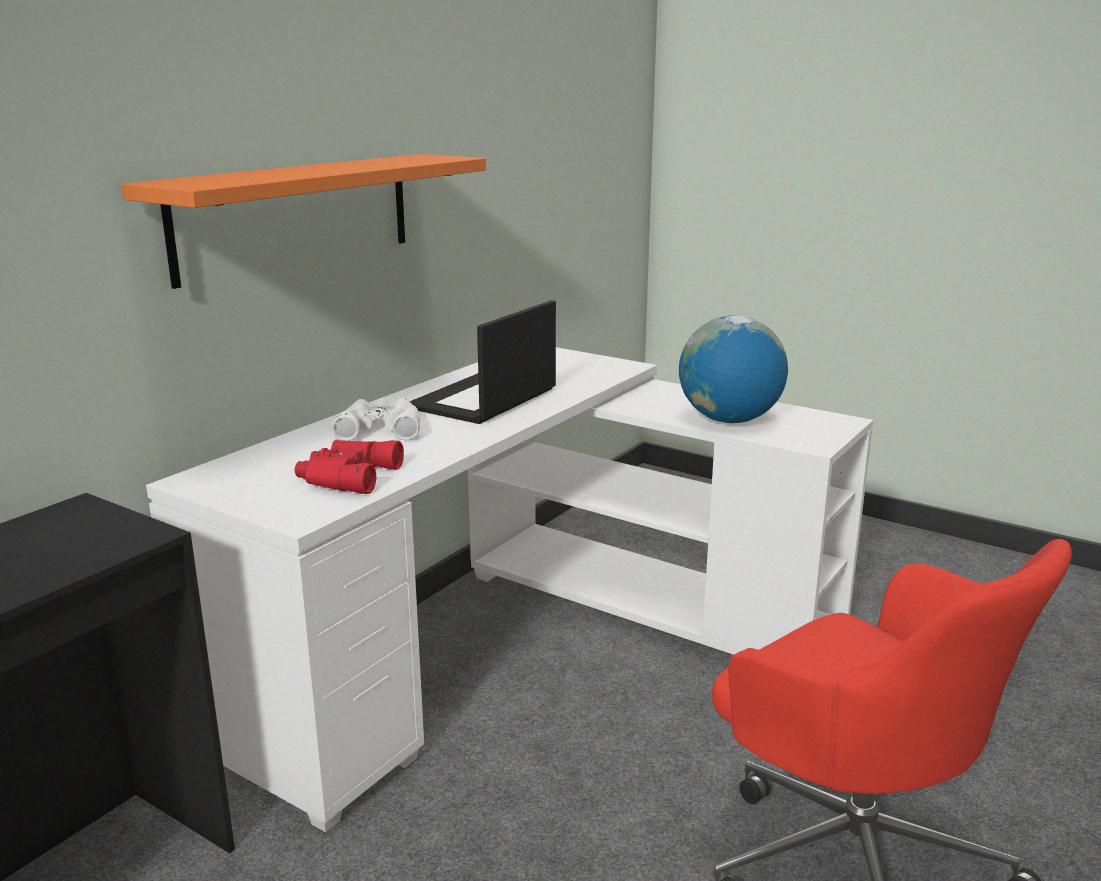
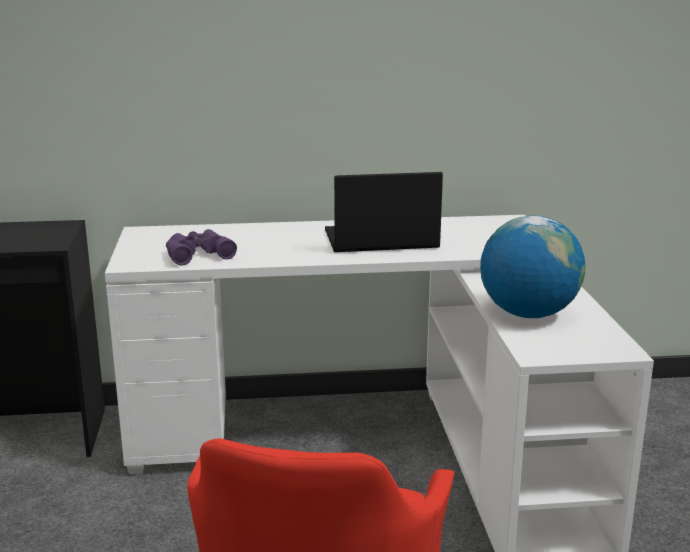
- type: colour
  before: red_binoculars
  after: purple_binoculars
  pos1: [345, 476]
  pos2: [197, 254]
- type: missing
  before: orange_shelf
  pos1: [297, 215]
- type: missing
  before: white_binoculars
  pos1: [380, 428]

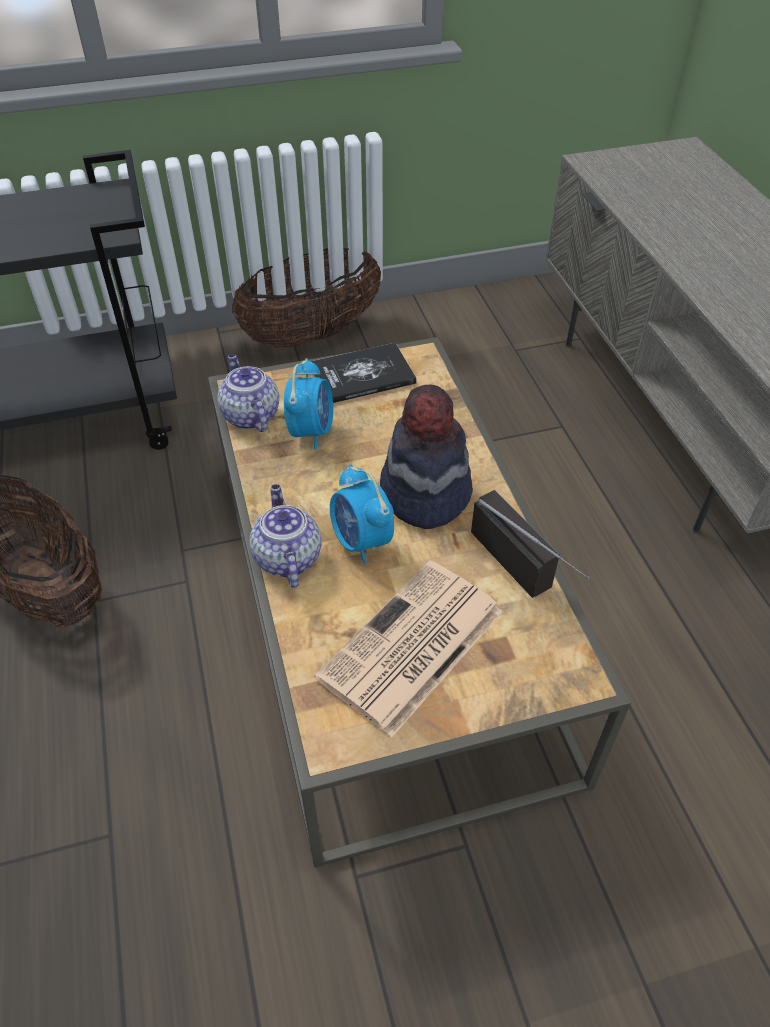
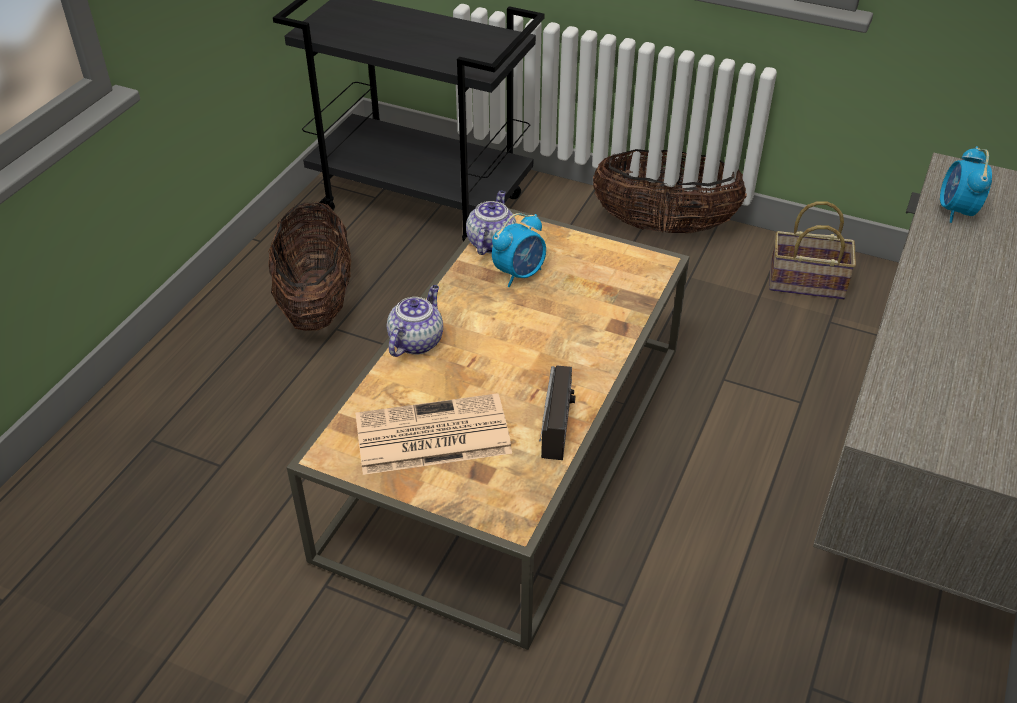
- type: appeared
  after: basket
  pos2: [804, 283]
- type: relocated
  before: alarm_clock
  pos1: [361, 541]
  pos2: [956, 211]
- type: missing
  before: book
  pos1: [362, 375]
- type: missing
  before: hat
  pos1: [424, 493]

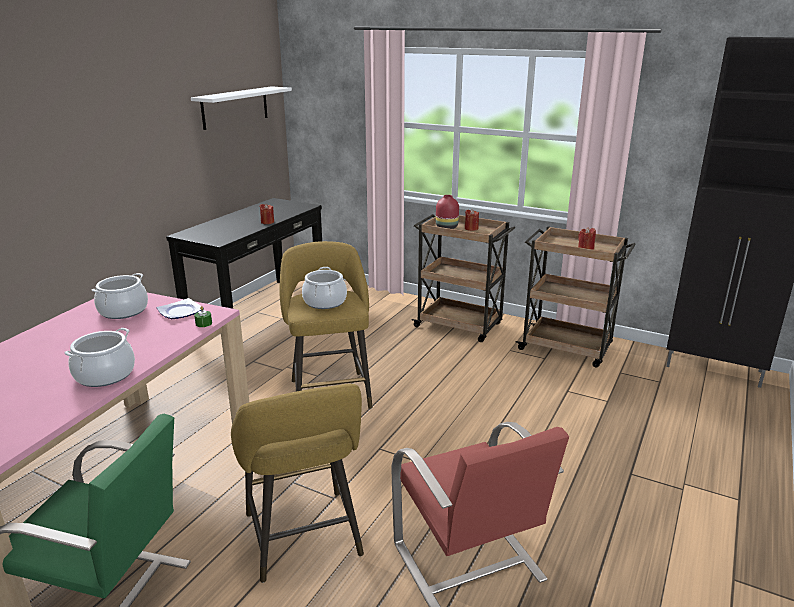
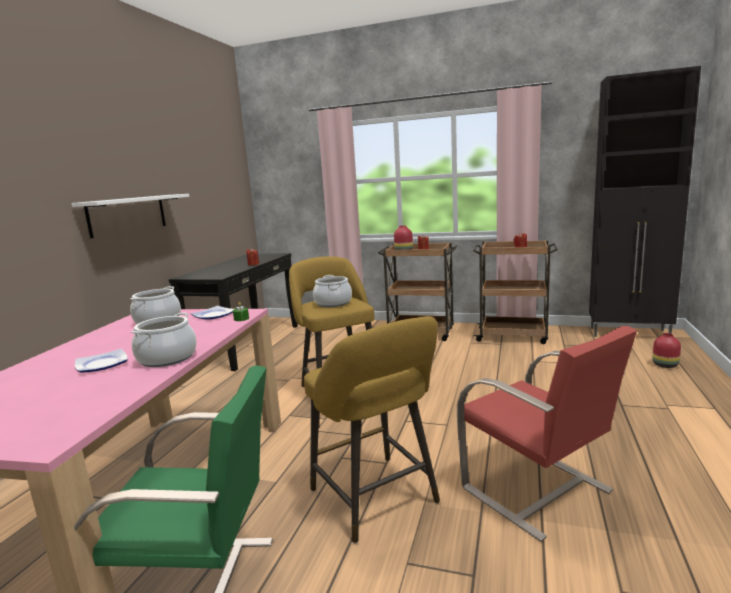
- type: relocated
  before: white_shelf
  pos1: [235, 107]
  pos2: [128, 215]
- type: appeared
  after: plate
  pos2: [103, 364]
- type: appeared
  after: red_vase
  pos2: [665, 365]

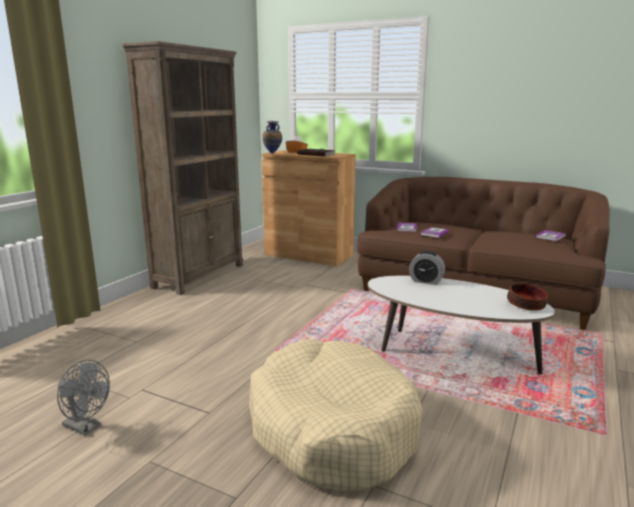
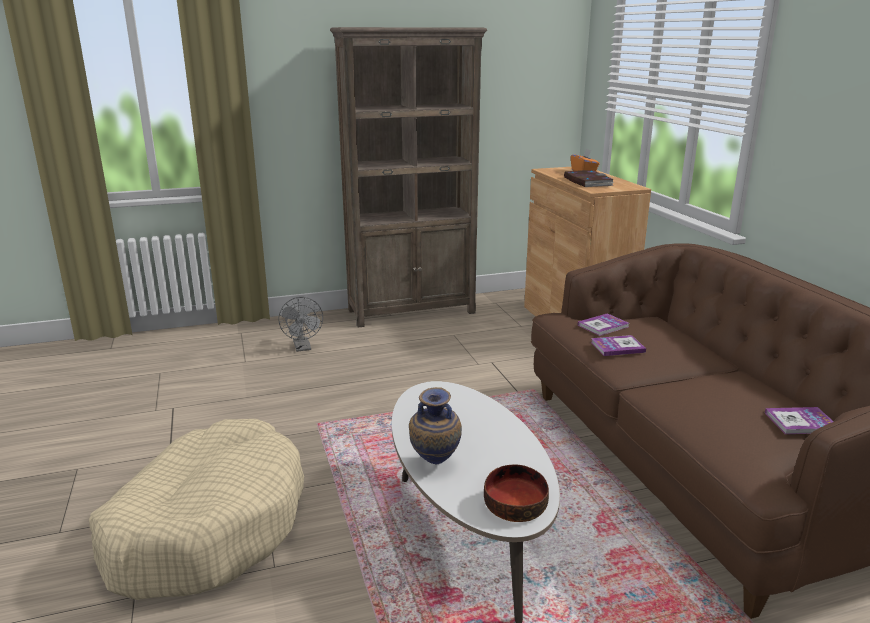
- type: relocated
  before: grey_fan
  pos1: [86, 427]
  pos2: [303, 348]
- type: relocated
  before: vase
  pos1: [272, 153]
  pos2: [434, 465]
- type: missing
  before: alarm_clock
  pos1: [426, 281]

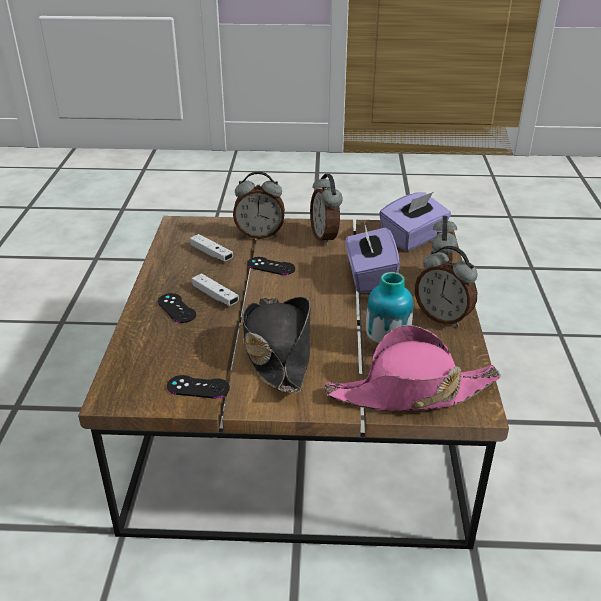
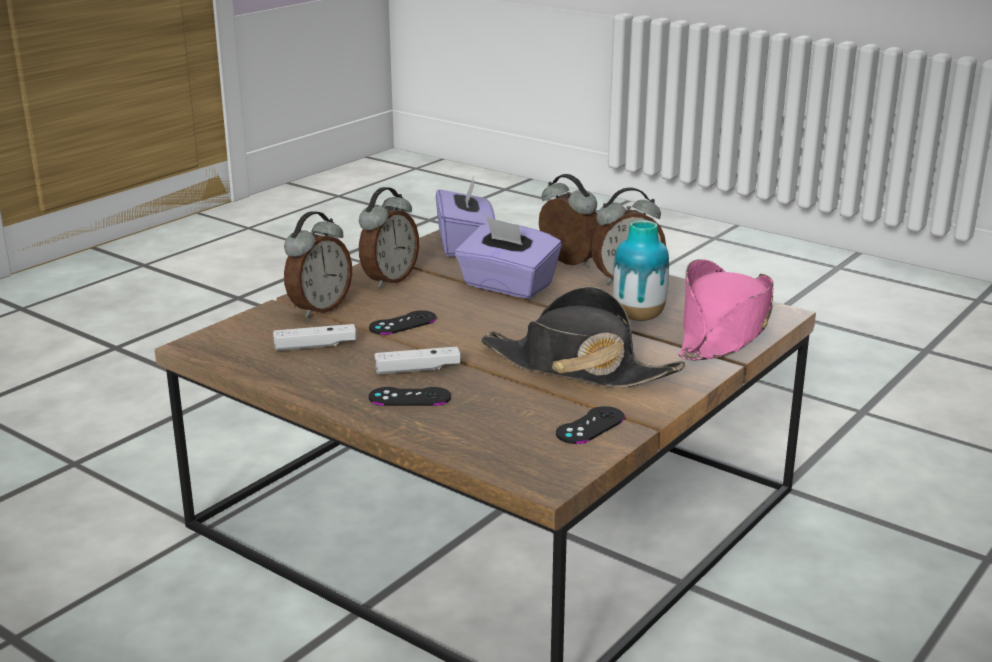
- type: spun
  before: alarm_clock
  pos1: [325, 237]
  pos2: [388, 280]
  turn: -75

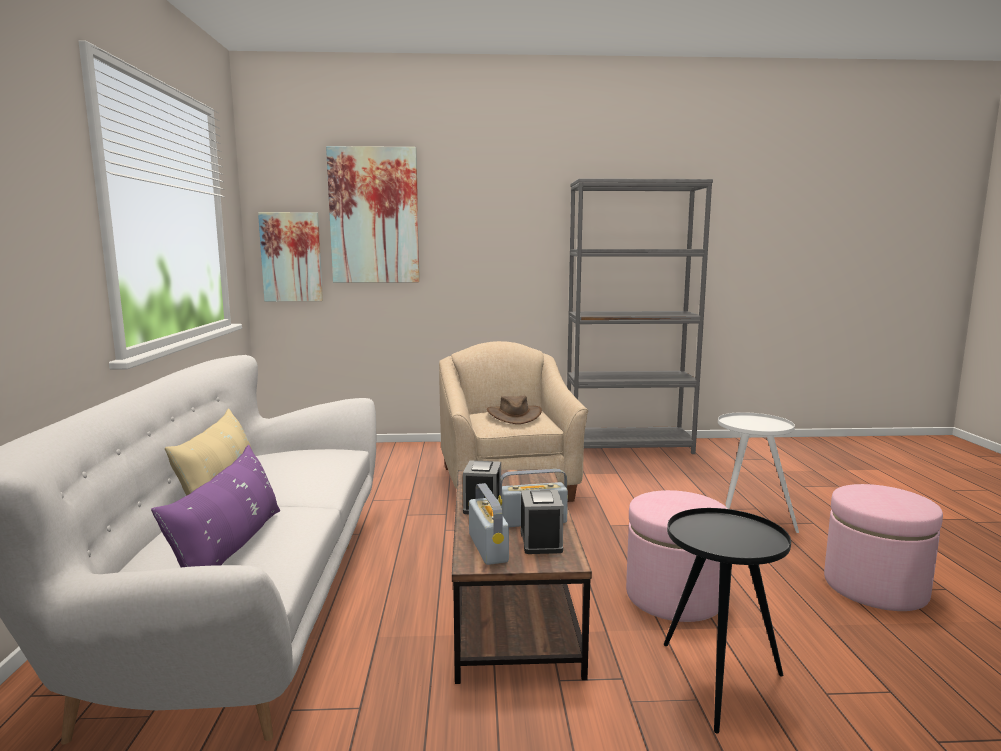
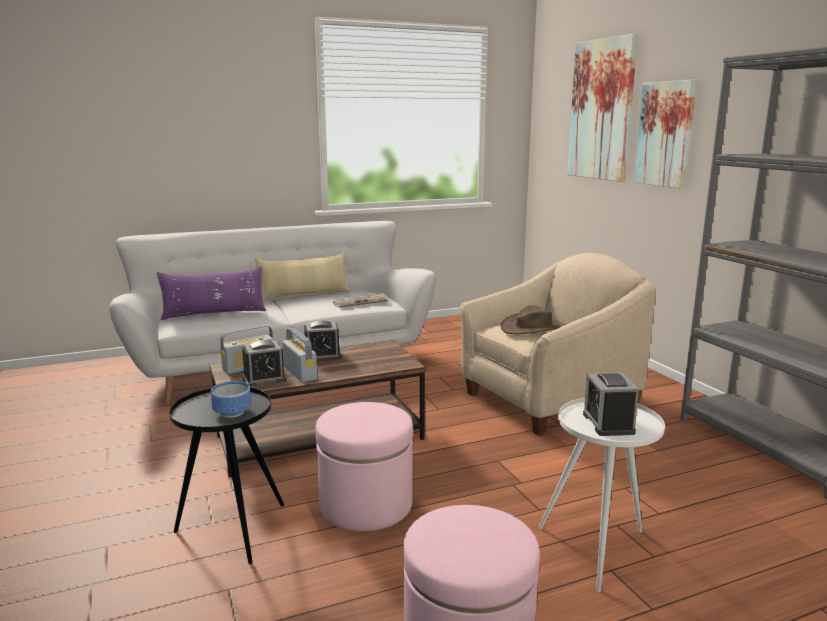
- type: appeared
  after: bowl
  pos2: [230, 413]
- type: appeared
  after: newspaper
  pos2: [361, 302]
- type: appeared
  after: alarm_clock
  pos2: [608, 423]
- type: relocated
  before: picture
  pos1: [291, 257]
  pos2: [665, 134]

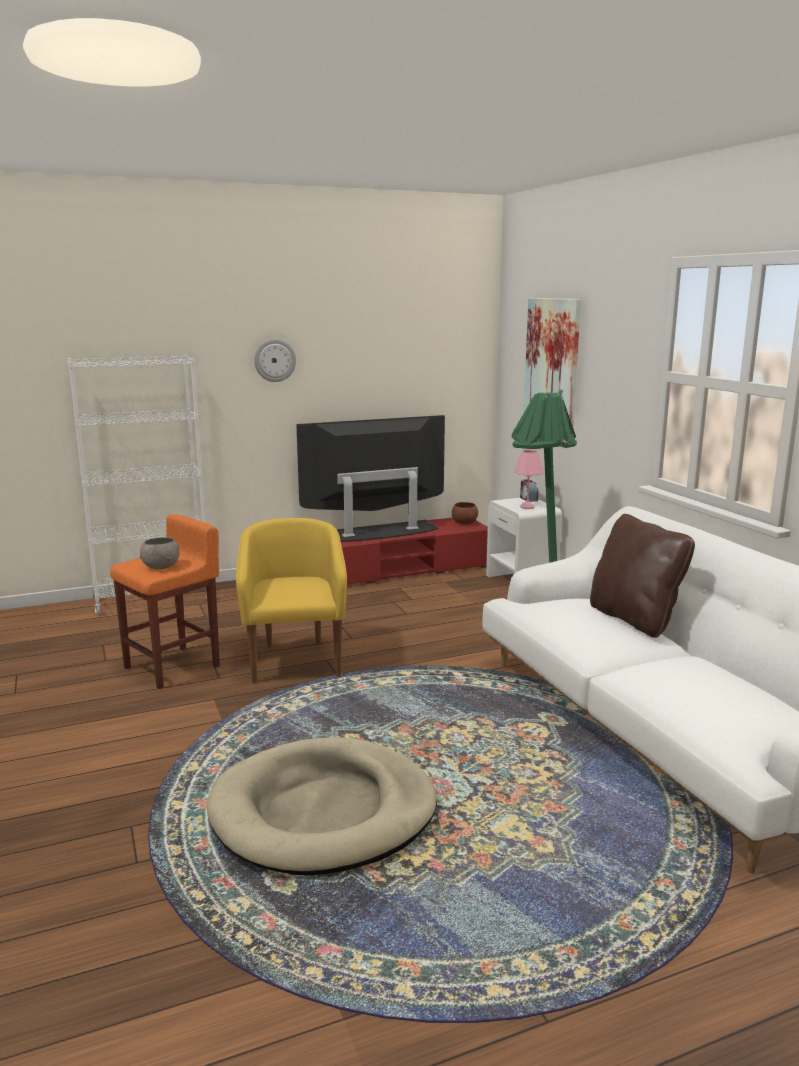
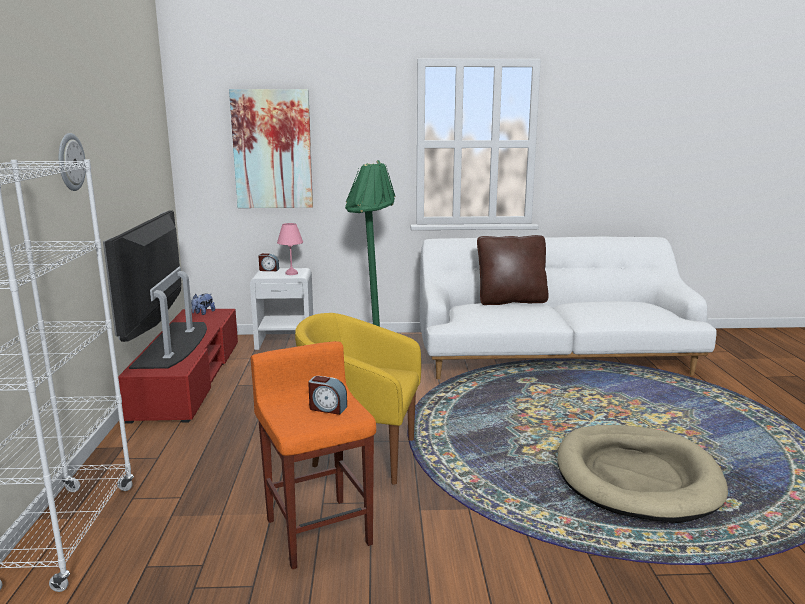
- type: exchanged
  before: brown_bowl
  after: plush_toy
  pos1: [464, 523]
  pos2: [203, 313]
- type: exchanged
  before: grey_bowl
  after: alarm_clock
  pos1: [162, 567]
  pos2: [327, 408]

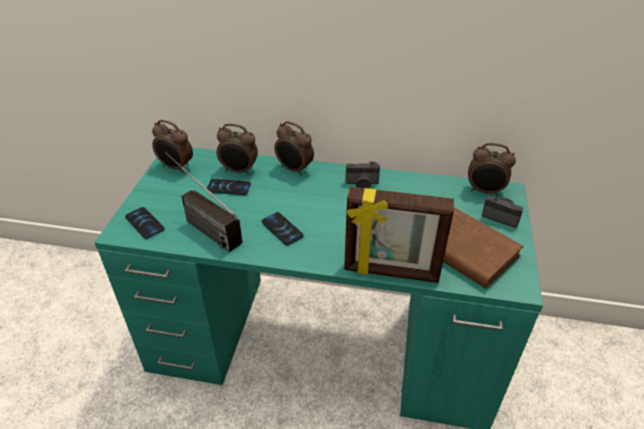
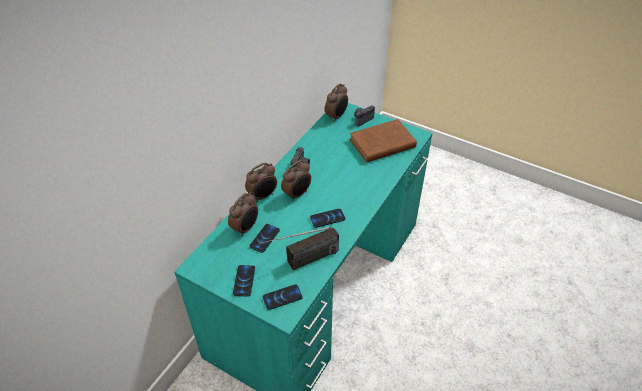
- type: appeared
  after: phone
  pos2: [244, 281]
- type: relocated
  before: alarm_clock
  pos1: [176, 167]
  pos2: [297, 194]
- type: missing
  before: picture_frame
  pos1: [391, 272]

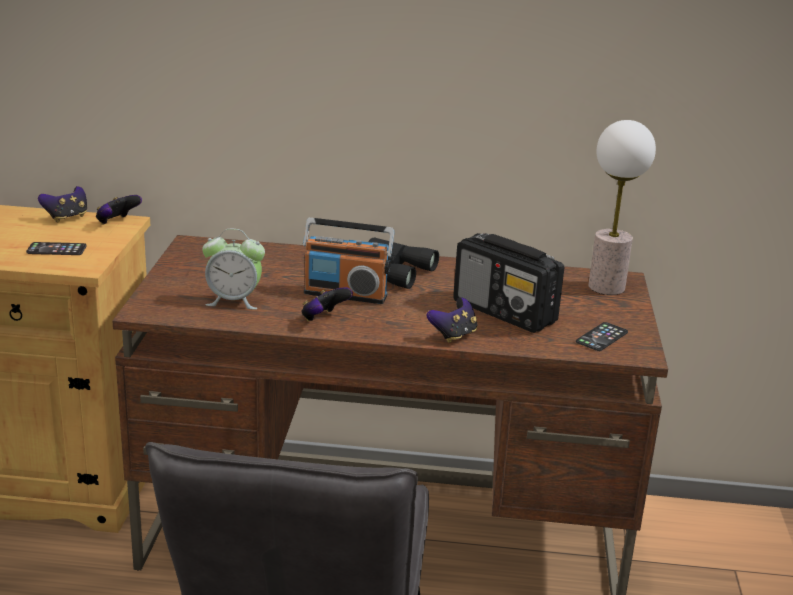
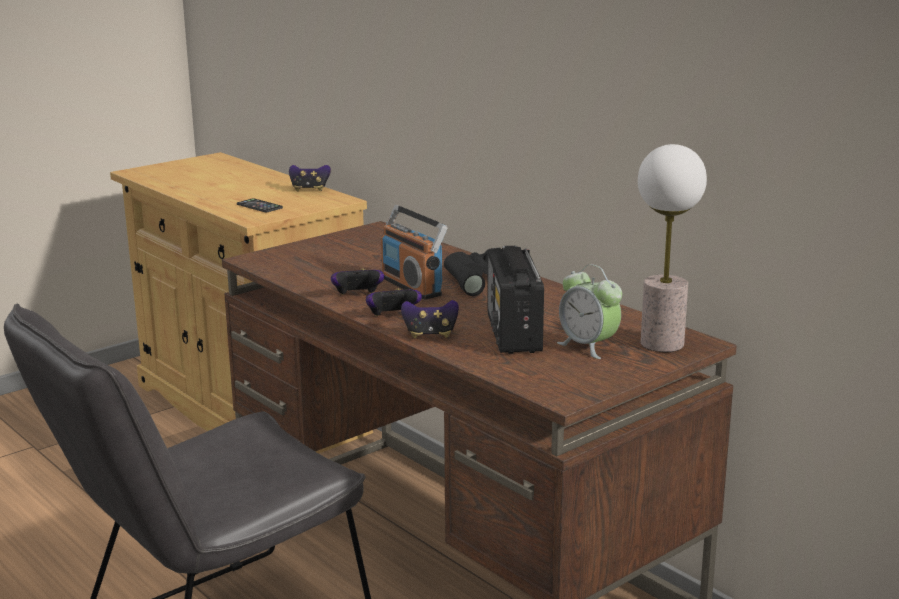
- type: relocated
  before: game_controller
  pos1: [117, 222]
  pos2: [393, 317]
- type: relocated
  before: alarm_clock
  pos1: [234, 301]
  pos2: [588, 346]
- type: missing
  before: phone
  pos1: [602, 337]

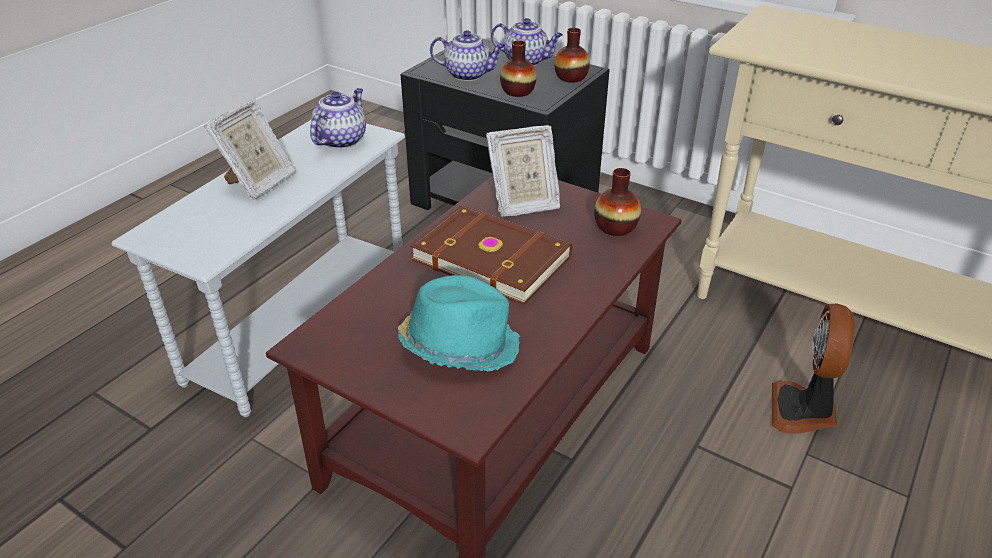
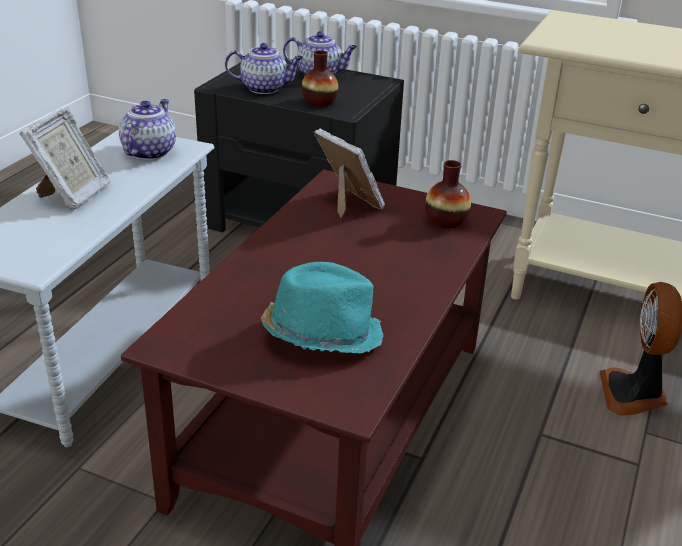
- type: spun
  before: picture_frame
  pos1: [523, 204]
  pos2: [349, 205]
  turn: -105
- type: missing
  before: brown_book
  pos1: [492, 256]
- type: missing
  before: vase
  pos1: [571, 77]

